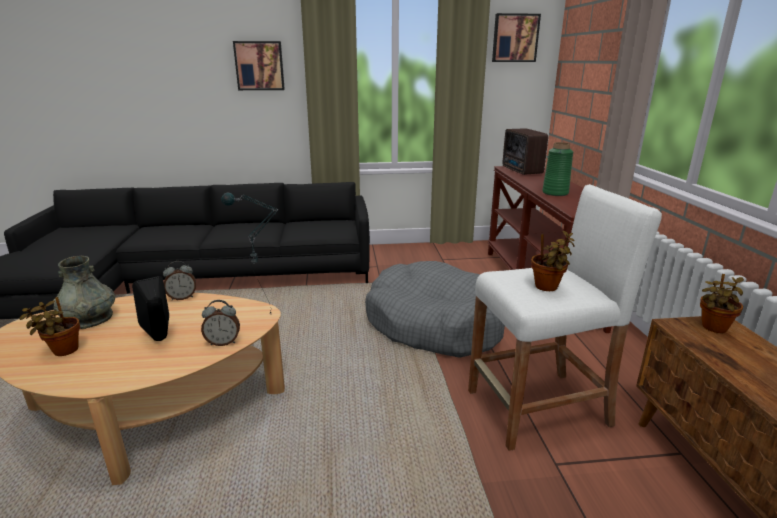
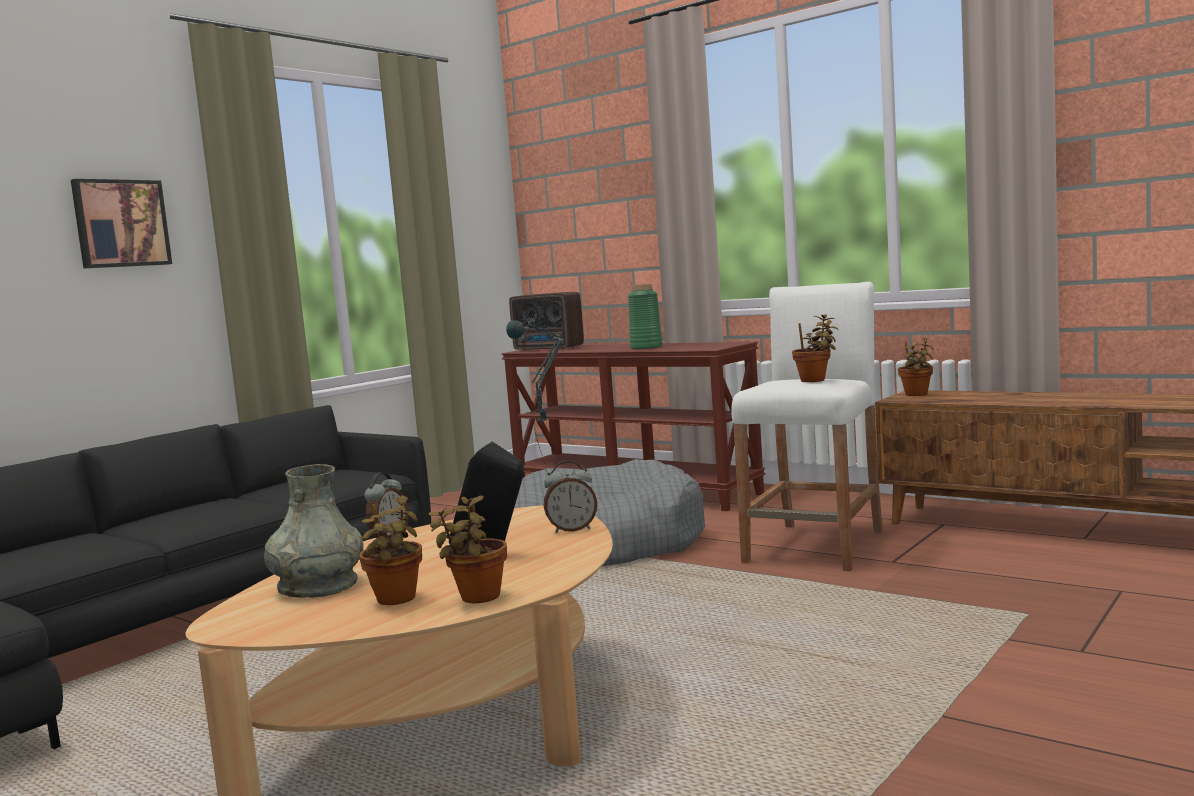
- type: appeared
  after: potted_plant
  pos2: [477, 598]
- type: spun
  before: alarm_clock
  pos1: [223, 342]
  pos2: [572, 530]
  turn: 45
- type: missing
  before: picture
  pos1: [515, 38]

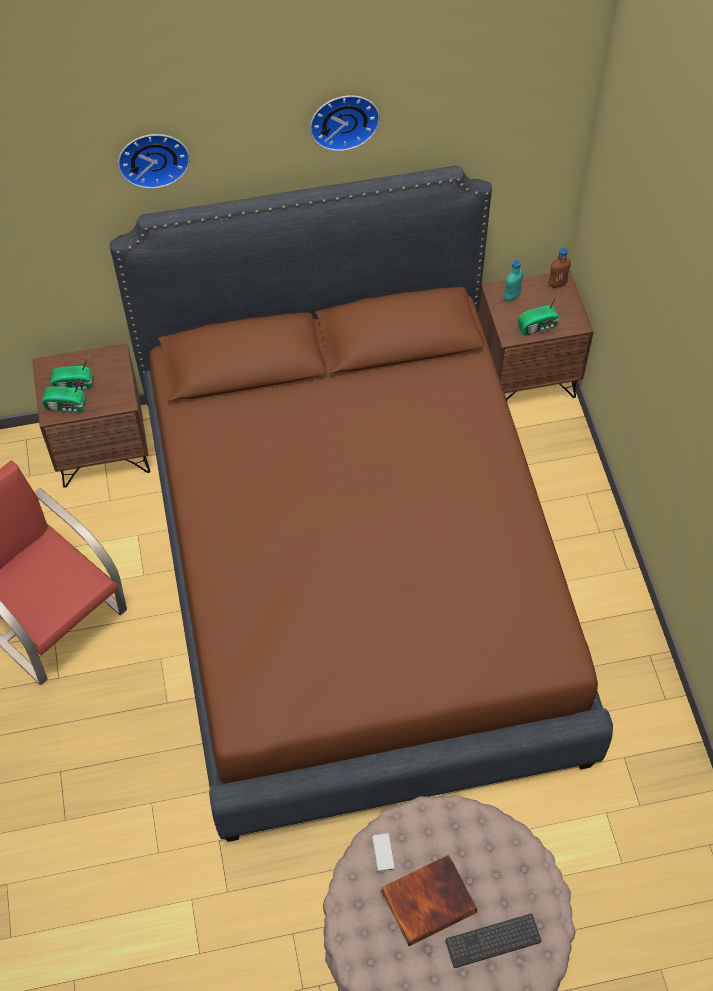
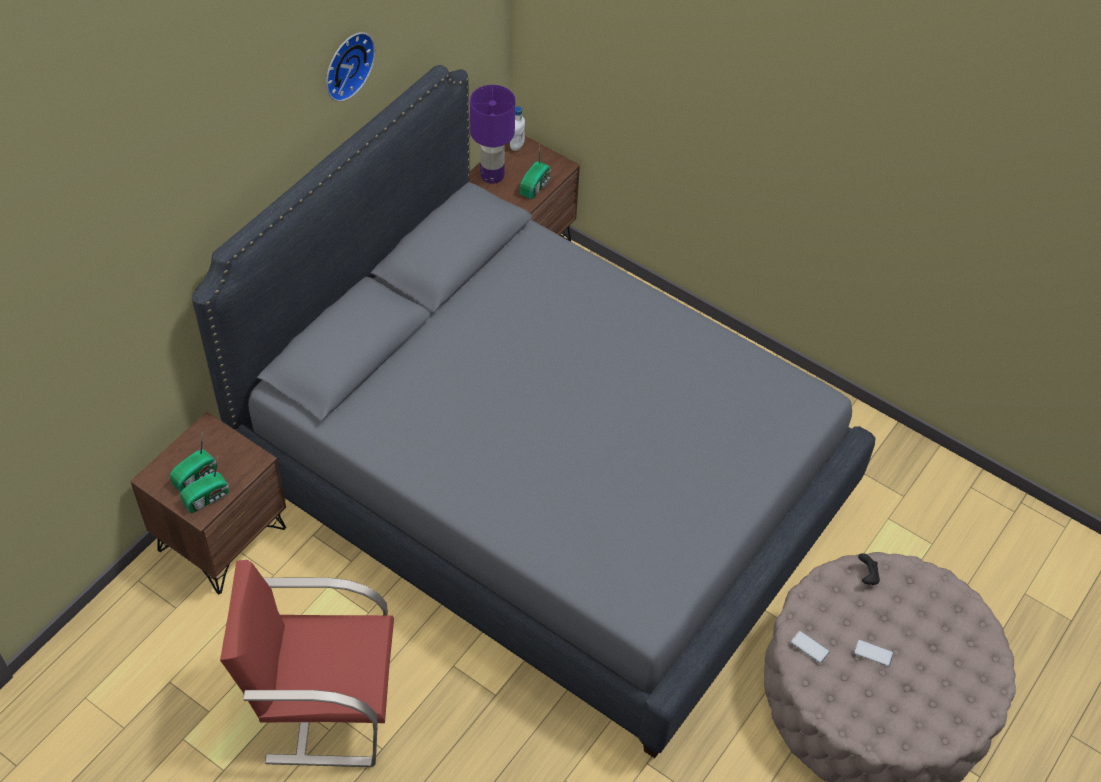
- type: colour
  before: brown_bed
  after: grey_bed
  pos1: [357, 576]
  pos2: [545, 485]
- type: exchanged
  before: turquoise_bottle
  after: purple_table_lamp
  pos1: [512, 296]
  pos2: [492, 176]
- type: colour
  before: brown_bottle
  after: white_bottle
  pos1: [557, 284]
  pos2: [517, 146]
- type: exchanged
  before: book
  after: phone
  pos1: [428, 899]
  pos2: [873, 653]
- type: appeared
  after: black_game_controller
  pos2: [867, 576]
- type: missing
  before: wall_clock
  pos1: [153, 157]
- type: missing
  before: keyboard
  pos1: [493, 941]

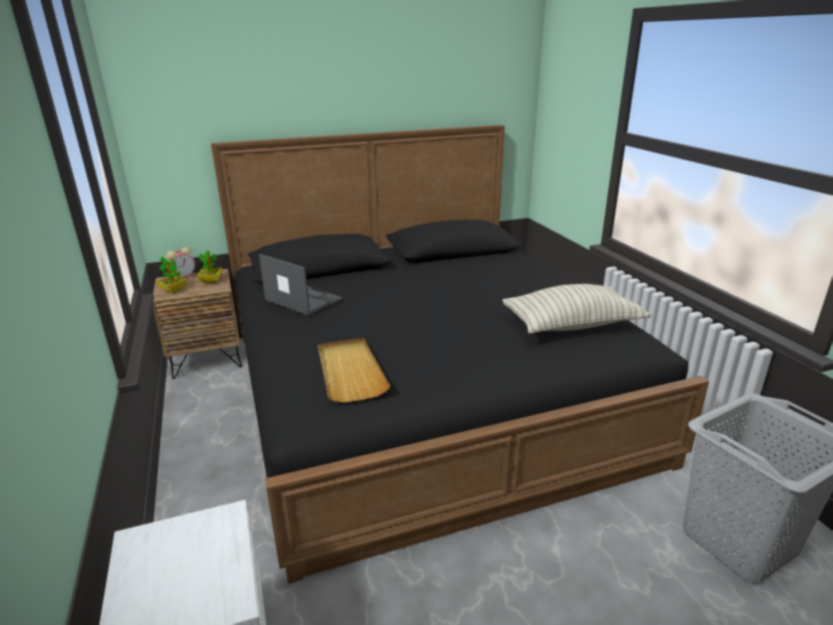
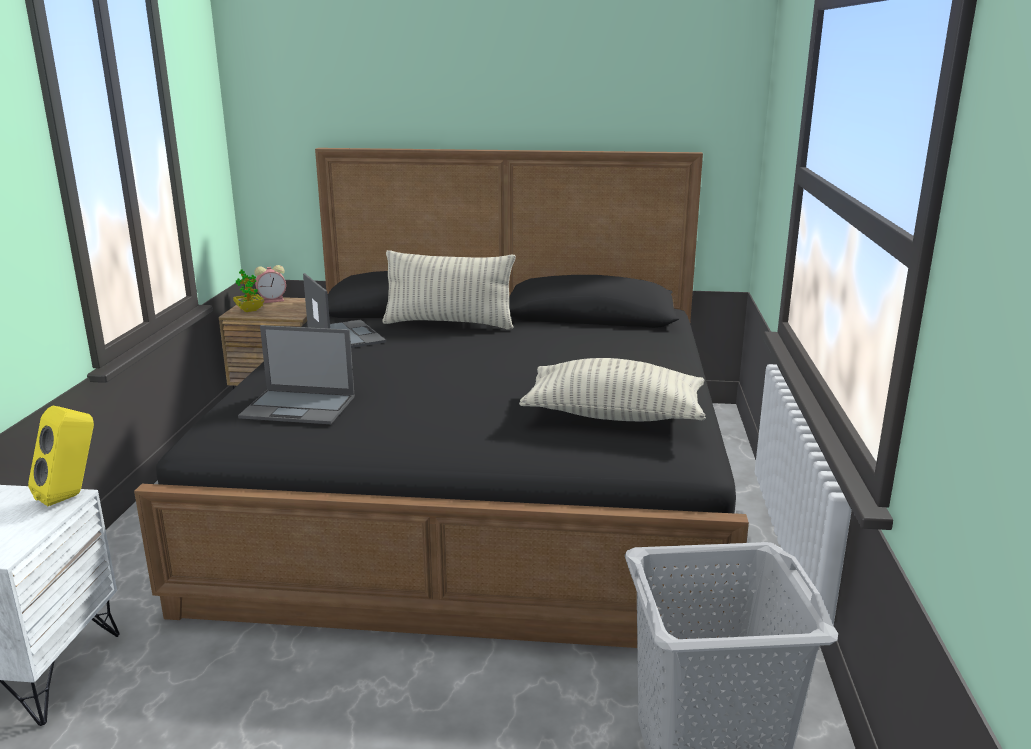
- type: appeared
  after: yellow_speaker
  pos2: [71, 496]
- type: exchanged
  before: beige_tray
  after: laptop
  pos1: [350, 372]
  pos2: [299, 407]
- type: appeared
  after: pillow
  pos2: [449, 323]
- type: missing
  before: potted_plant
  pos1: [211, 281]

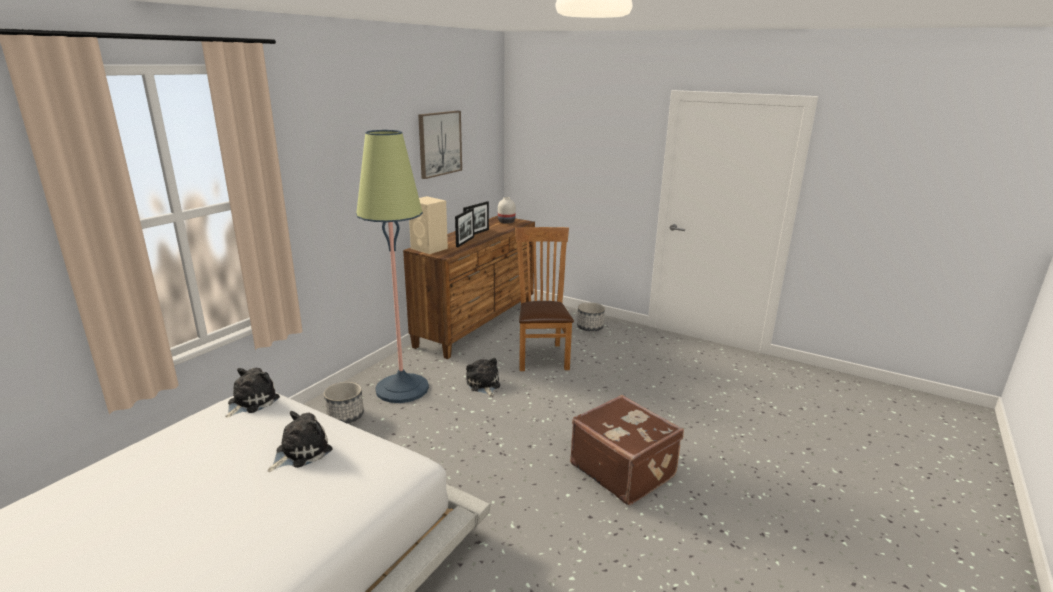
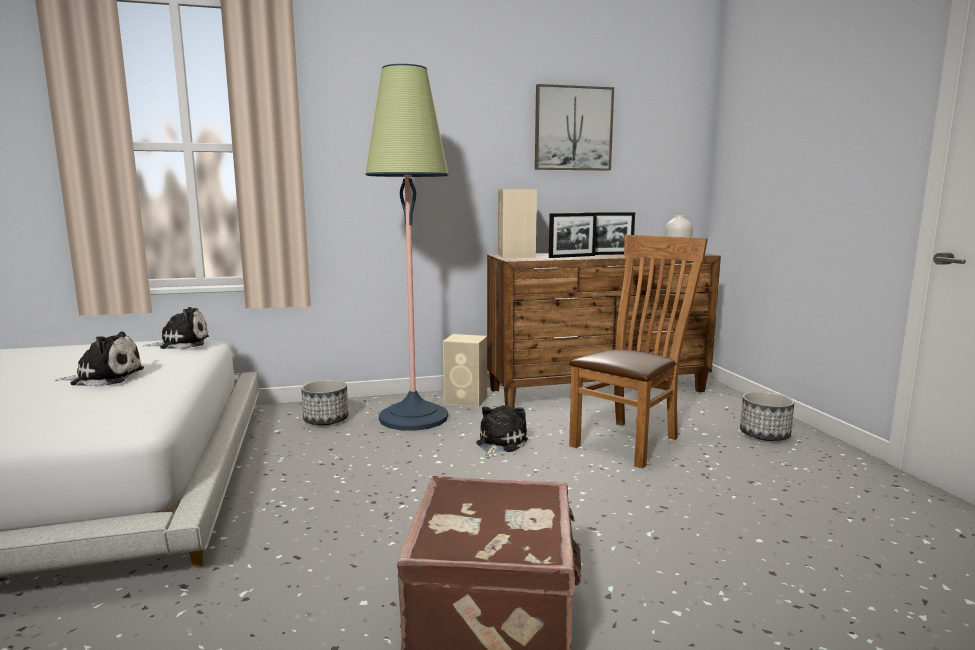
- type: appeared
  after: beige_speaker
  pos2: [467, 400]

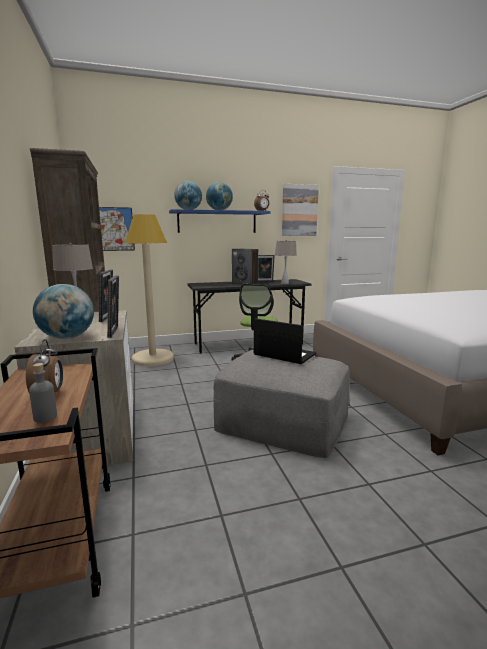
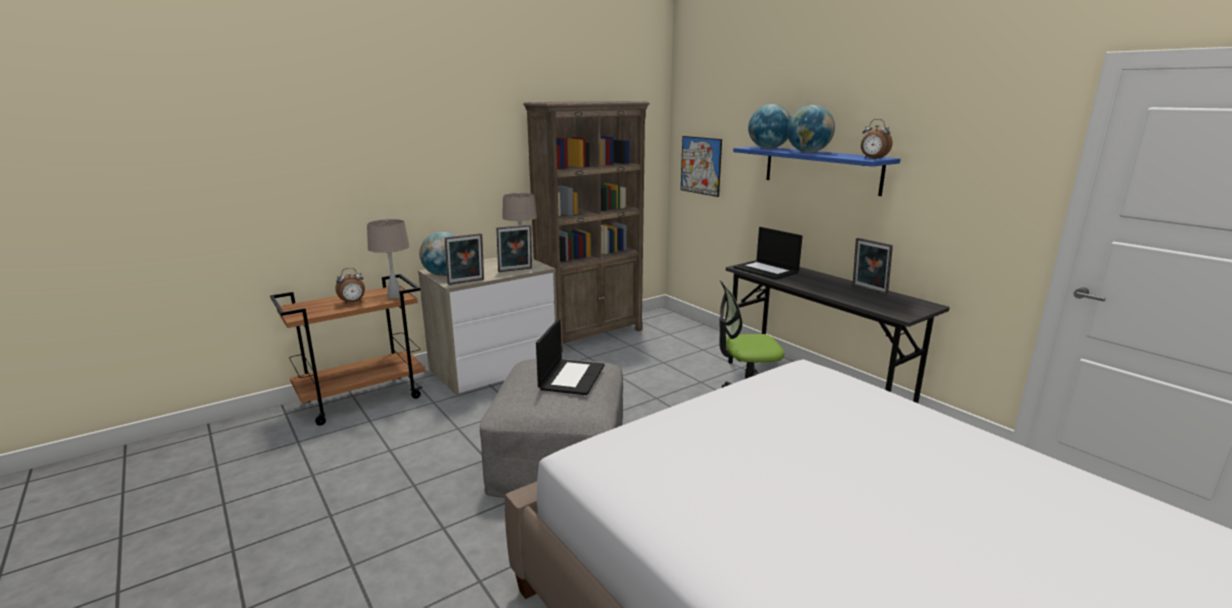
- type: relocated
  before: beige_table_lamp
  pos1: [285, 283]
  pos2: [394, 296]
- type: appeared
  after: laptop
  pos2: [767, 270]
- type: missing
  before: grey_bottle
  pos1: [45, 417]
- type: missing
  before: beige_floor_lamp
  pos1: [152, 358]
- type: missing
  before: speaker
  pos1: [245, 283]
- type: missing
  before: picture
  pos1: [299, 210]

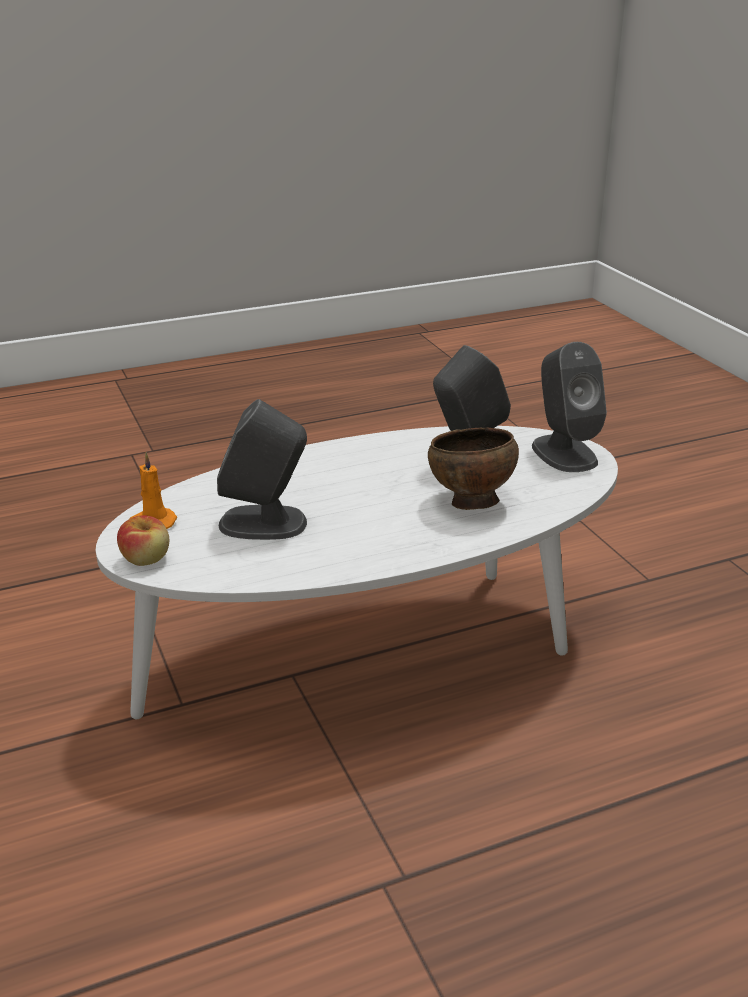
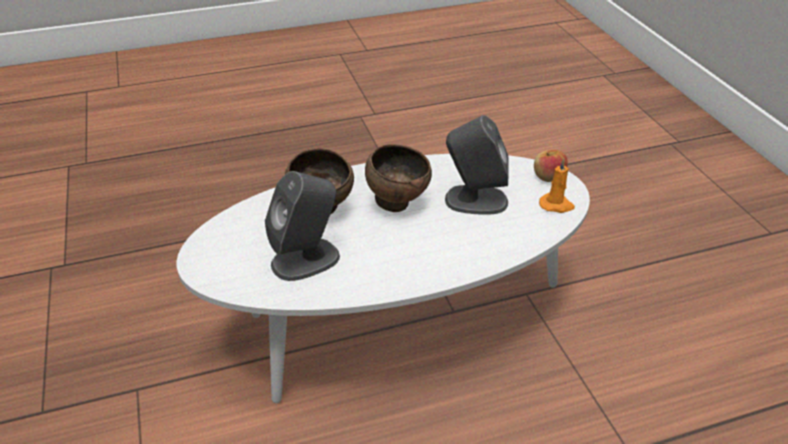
- type: appeared
  after: brown_bowl
  pos2: [397, 203]
- type: missing
  before: grey_speaker
  pos1: [563, 453]

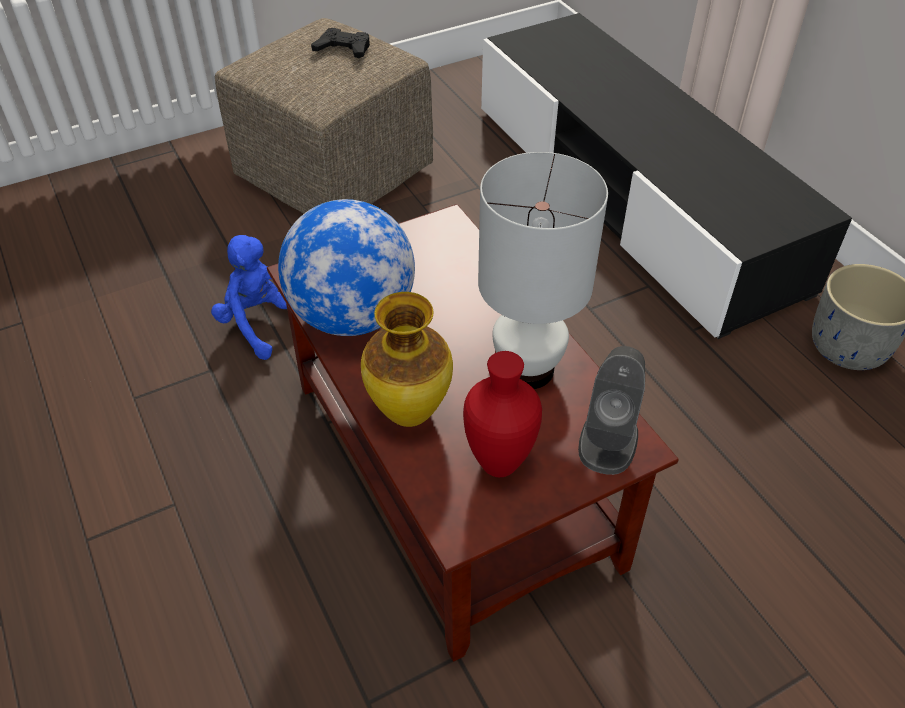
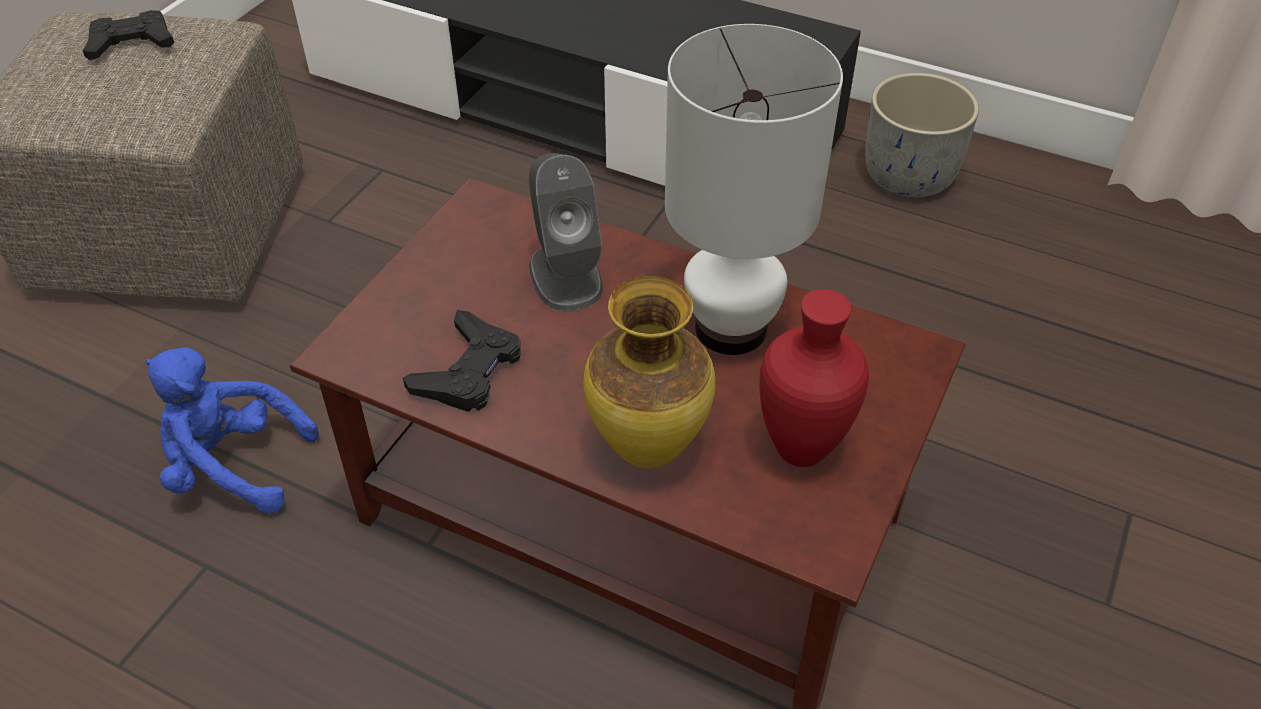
- type: exchanged
  before: globe
  after: black_game_controller
  pos1: [353, 316]
  pos2: [468, 371]
- type: relocated
  before: grey_speaker
  pos1: [608, 440]
  pos2: [565, 276]

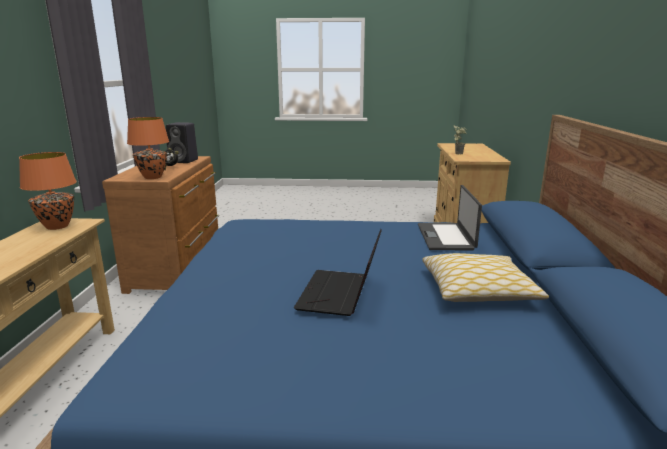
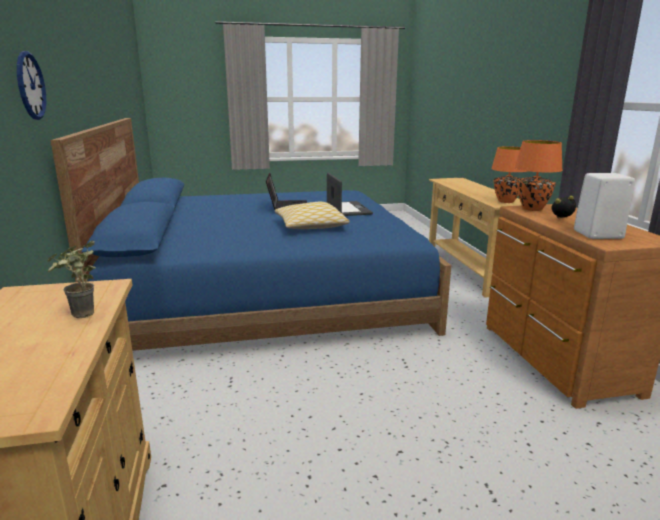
- type: appeared
  after: wall_clock
  pos2: [30, 86]
- type: relocated
  before: pillow
  pos1: [477, 291]
  pos2: [310, 226]
- type: relocated
  before: laptop
  pos1: [446, 237]
  pos2: [347, 209]
- type: colour
  before: black_speaker
  after: white_speaker
  pos1: [184, 161]
  pos2: [596, 234]

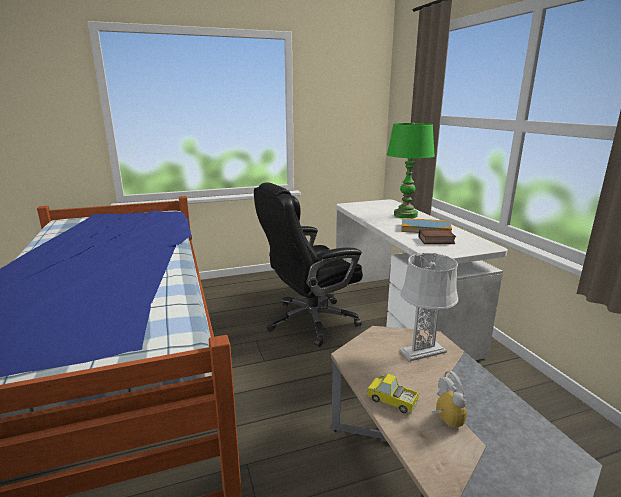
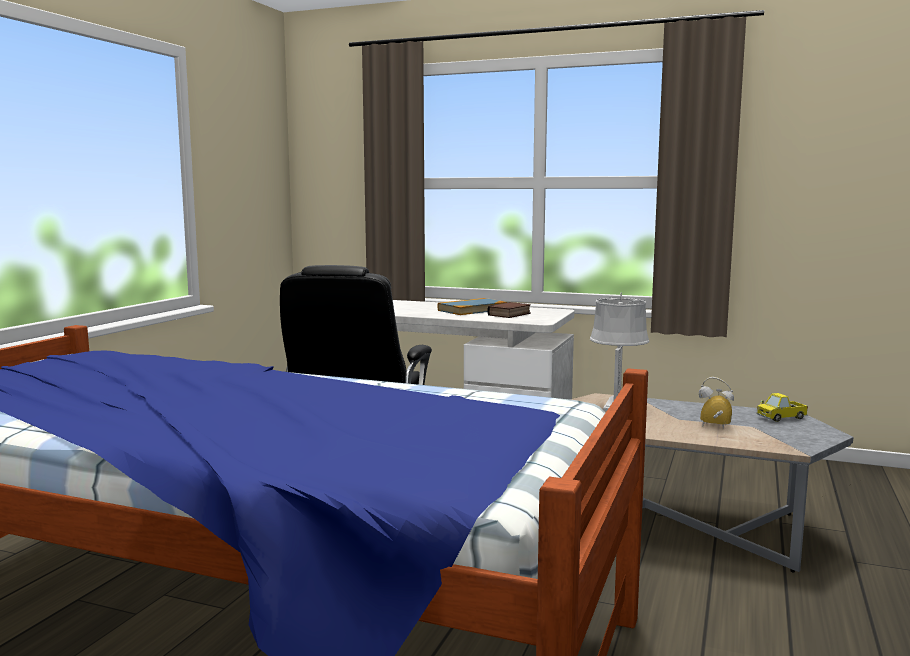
- type: relocated
  before: toy_truck
  pos1: [392, 401]
  pos2: [781, 418]
- type: missing
  before: green_table_lamp
  pos1: [405, 215]

